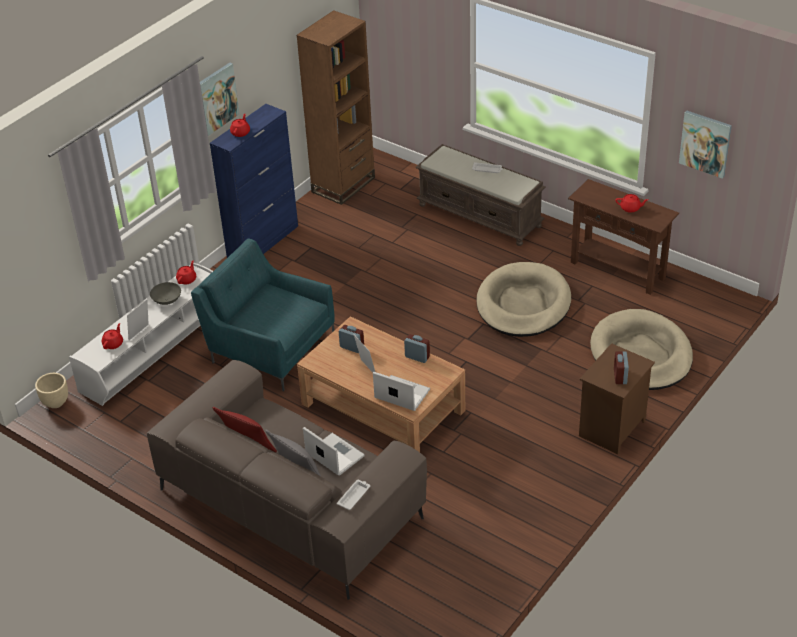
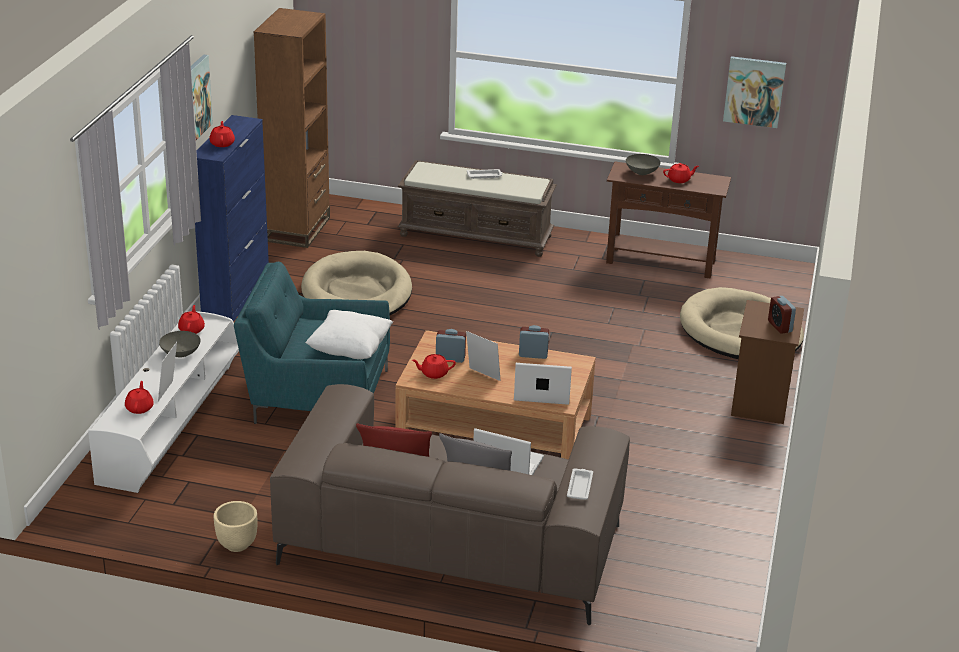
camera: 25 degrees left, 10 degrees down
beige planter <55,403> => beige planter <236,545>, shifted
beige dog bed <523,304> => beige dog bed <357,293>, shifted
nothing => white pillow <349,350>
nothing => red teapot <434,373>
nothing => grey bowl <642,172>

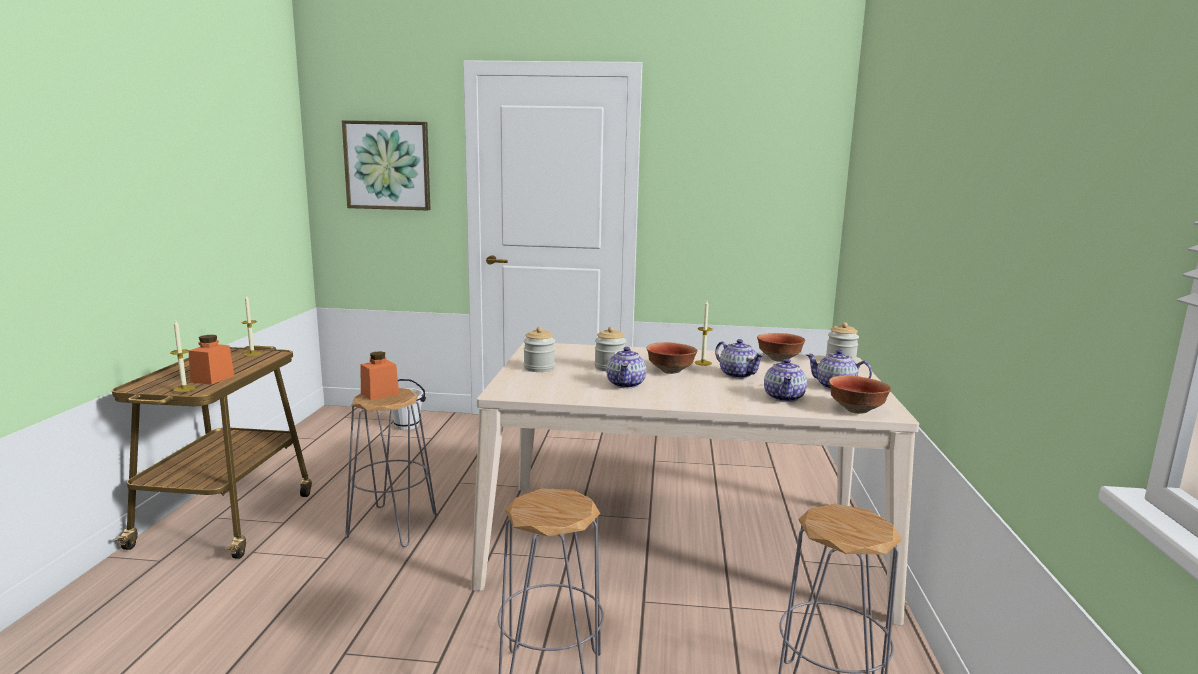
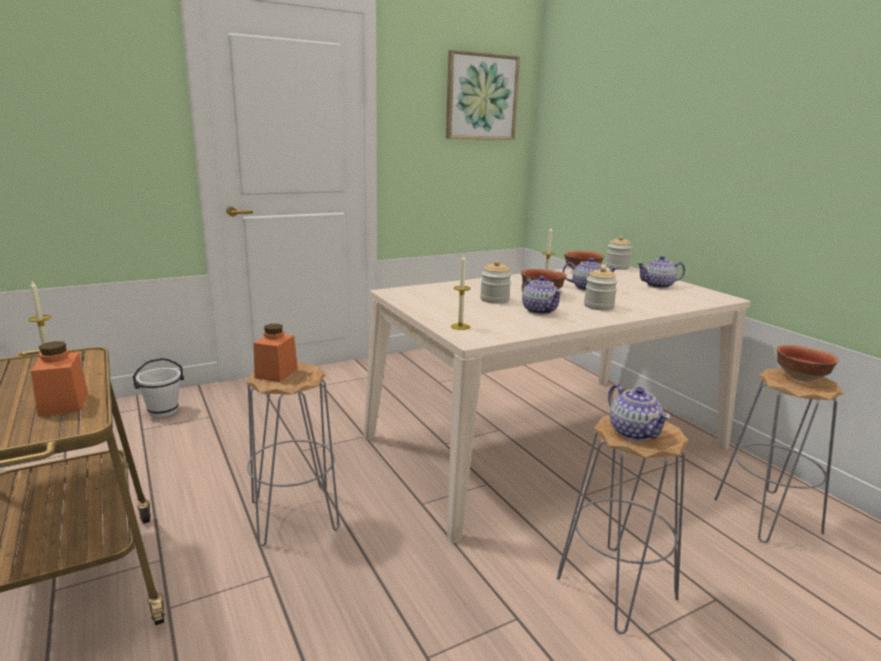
camera: 35 degrees left, 5 degrees up
candle <184,389> => candle <460,326>, shifted
picture <387,165> => picture <481,97>, shifted
jar <539,368> => jar <598,306>, shifted
teapot <784,397> => teapot <633,432>, shifted
bowl <856,409> => bowl <800,377>, shifted

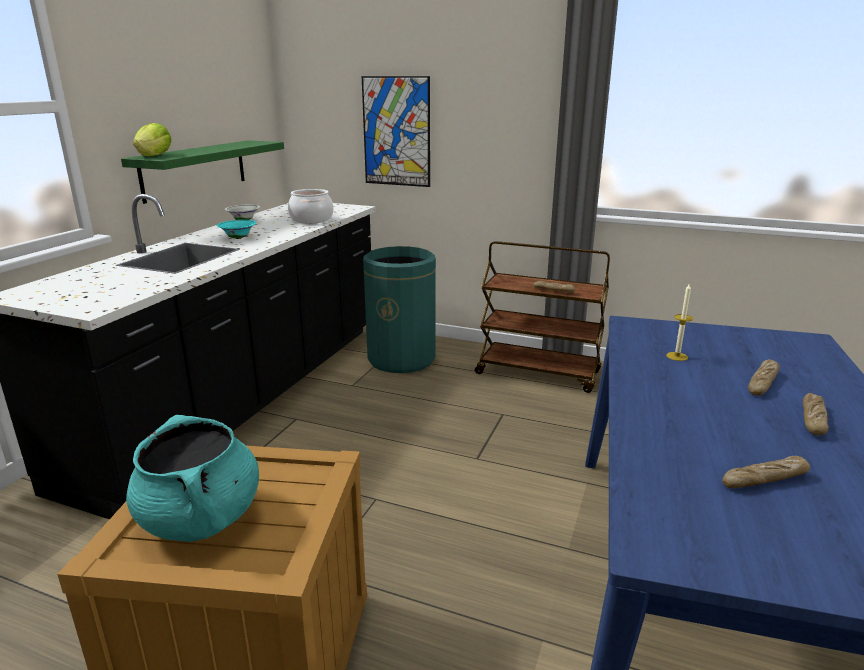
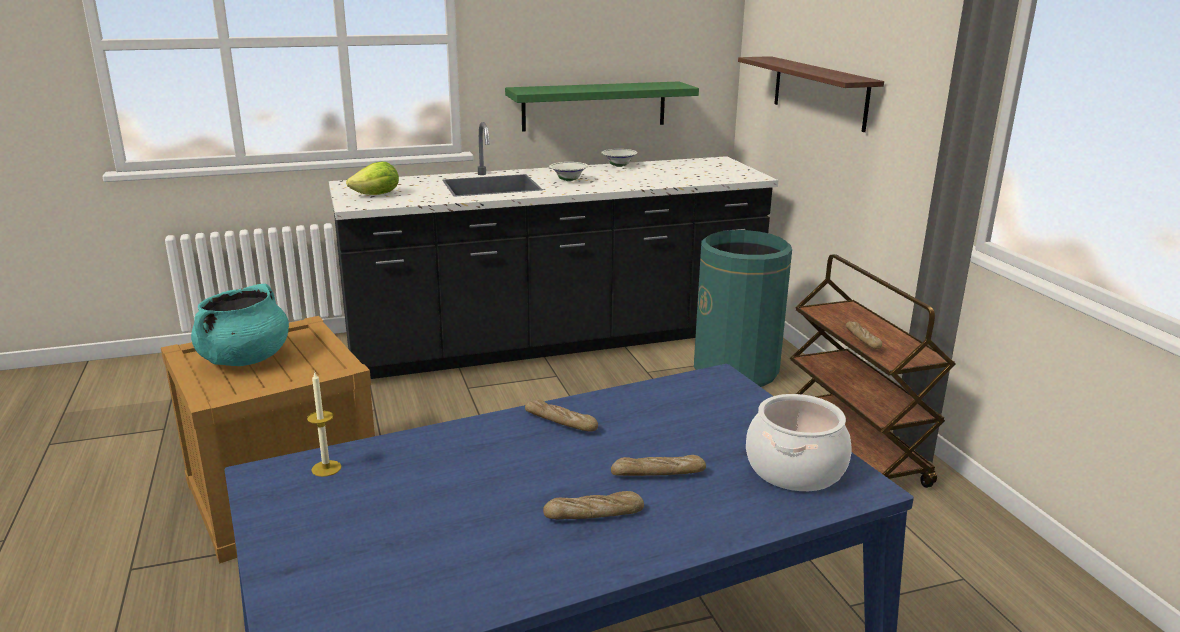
camera: 50 degrees right, 0 degrees up
lettuce <155,156> => lettuce <377,195>, shifted
turquoise bowl <238,238> => white bowl <568,180>
cooking pot <311,219> => cooking pot <795,469>, shifted
picture <396,132> => shelf <819,92>
candle <677,356> => candle <326,468>, shifted
bread <764,480> => bread <560,422>, shifted

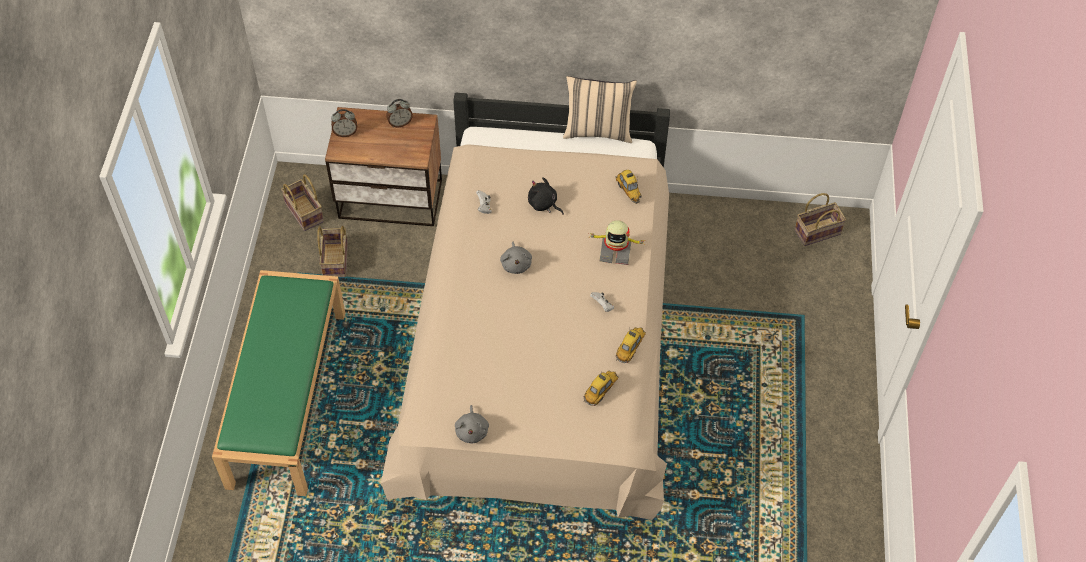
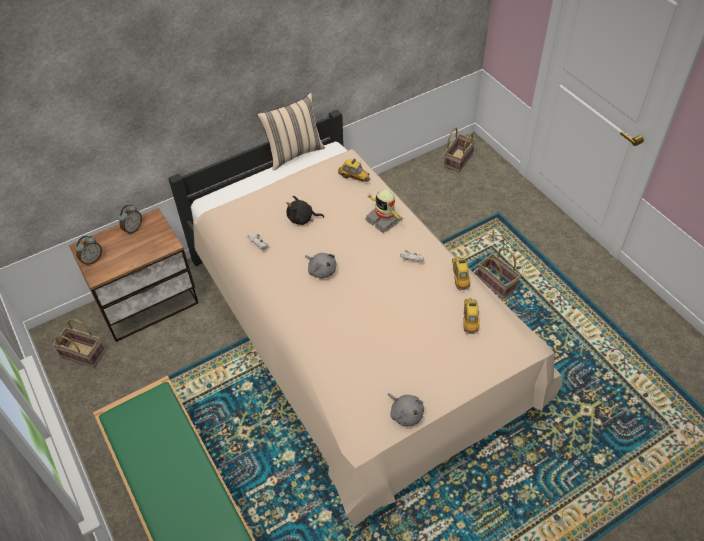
camera: 35 degrees left, 5 degrees down
basket <336,261> => basket <497,283>, shifted
toy robot <615,251> => toy robot <384,220>, 75 degrees clockwise

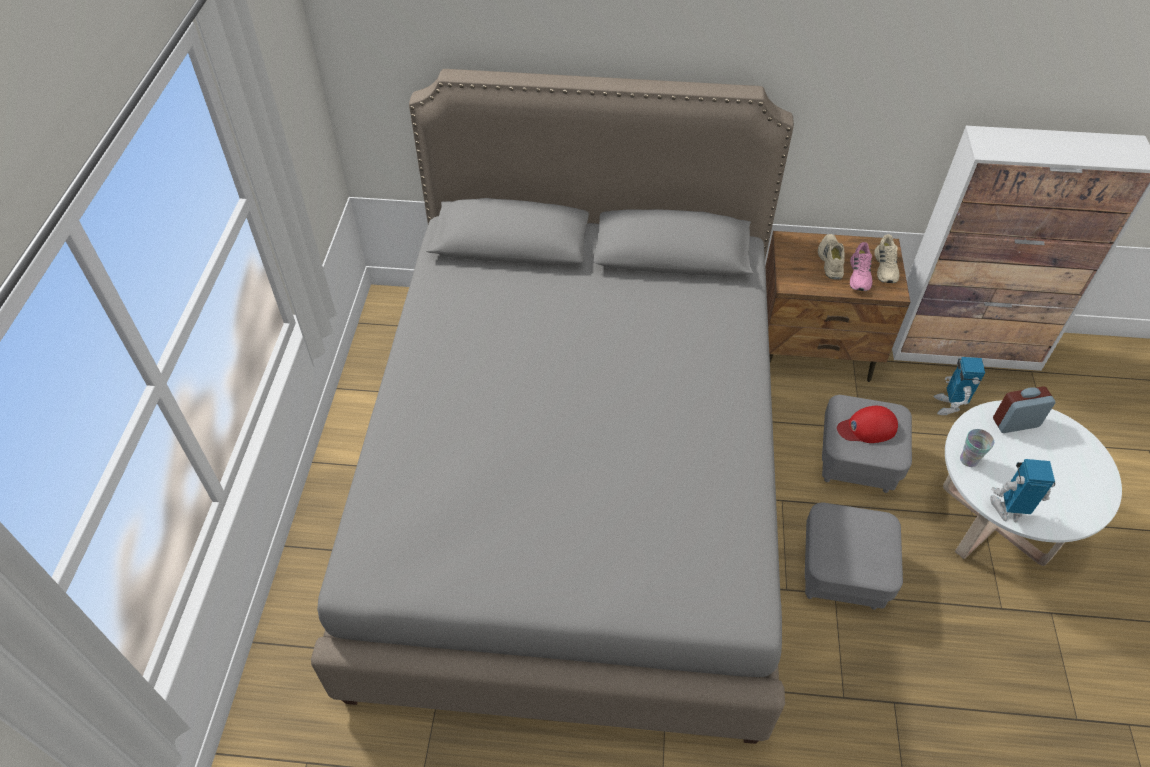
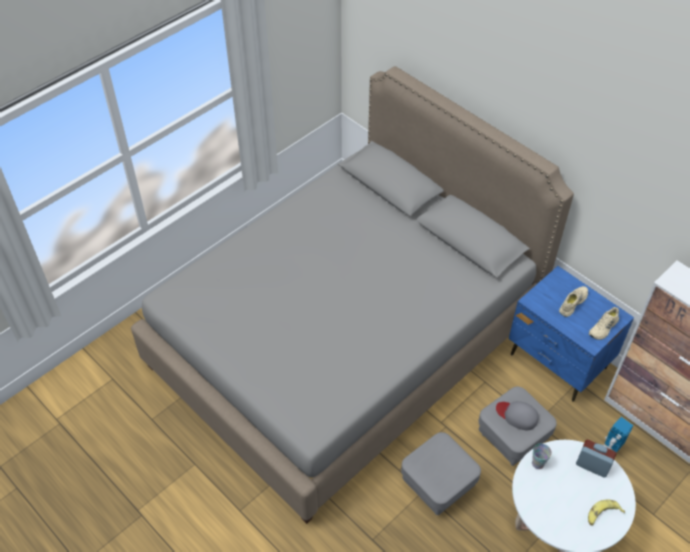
camera: 40 degrees right, 0 degrees up
brown nightstand <815,350> => blue nightstand <558,362>
red cap <867,428> => grey cap <517,415>
pink shoe <860,275> => nothing
toy robot <1008,511> => nothing
nothing => banana <602,515>

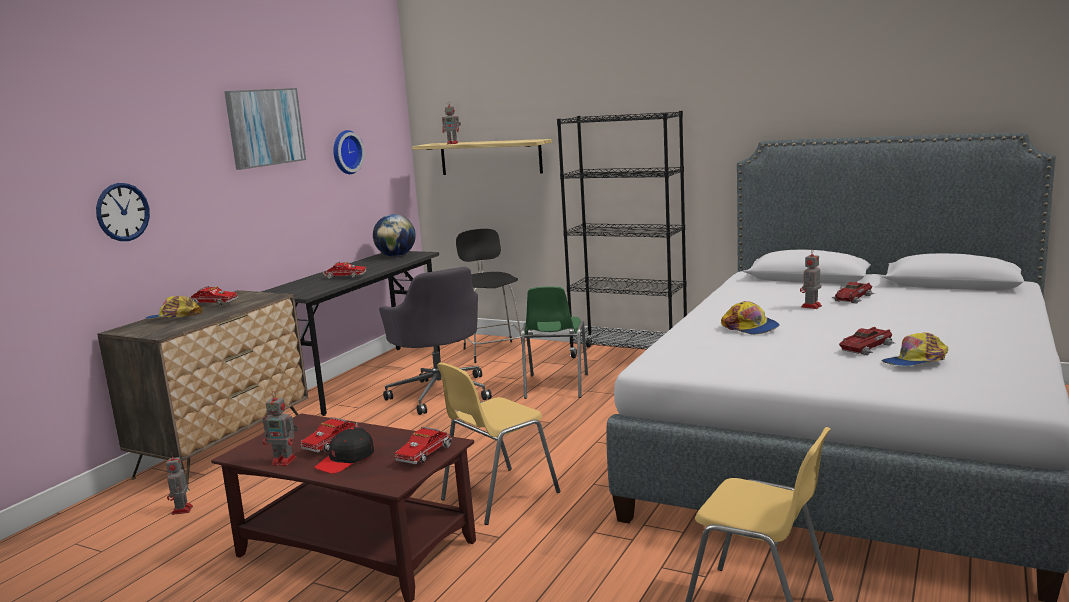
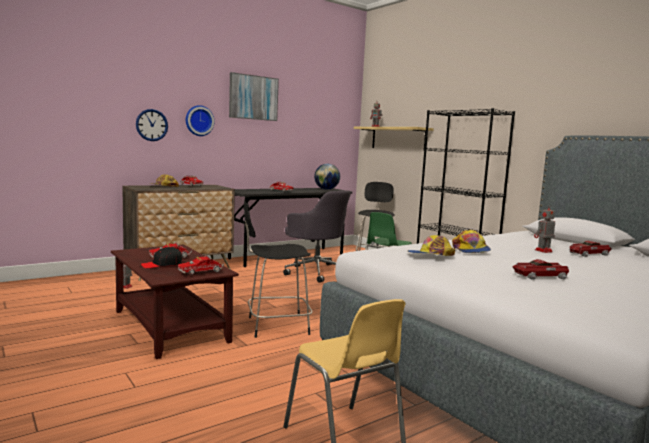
camera: 25 degrees right, 5 degrees down
toy robot <285,461> => nothing
wall clock <345,152> => wall clock <199,120>, shifted
grey office chair <440,393> => grey office chair <316,272>, 45 degrees counterclockwise
yellow chair <498,496> => black stool <275,326>
cap <915,362> => cap <431,255>, shifted

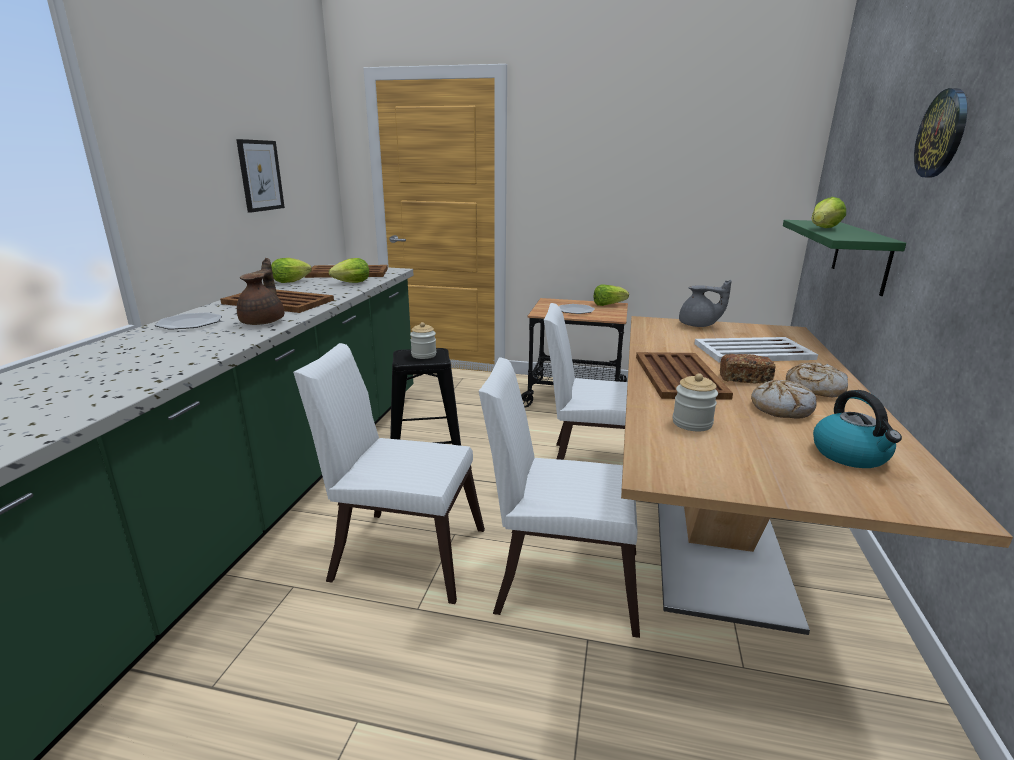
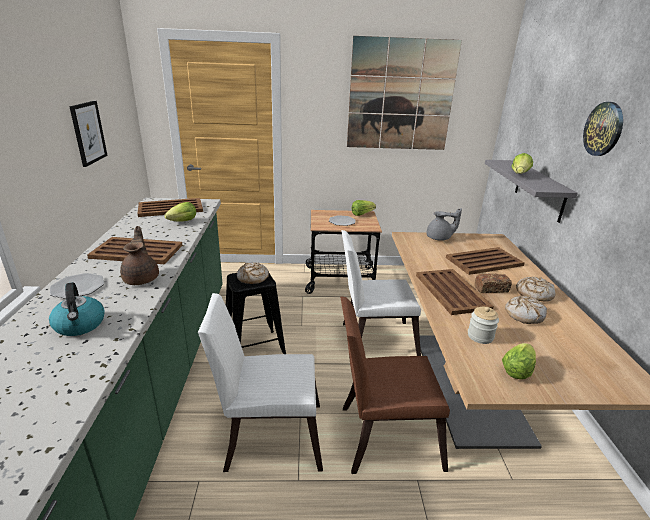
camera: 15 degrees left, 5 degrees up
lettuce <293,281> => lettuce <517,369>, shifted
jar <424,355> => bread <252,278>
white chair <558,578> => brown chair <382,436>
white tray <754,351> => brown tray <484,261>
green shelf <861,255> => grey shelf <539,190>
kettle <851,455> => kettle <80,325>, shifted
nothing => picture <401,96>

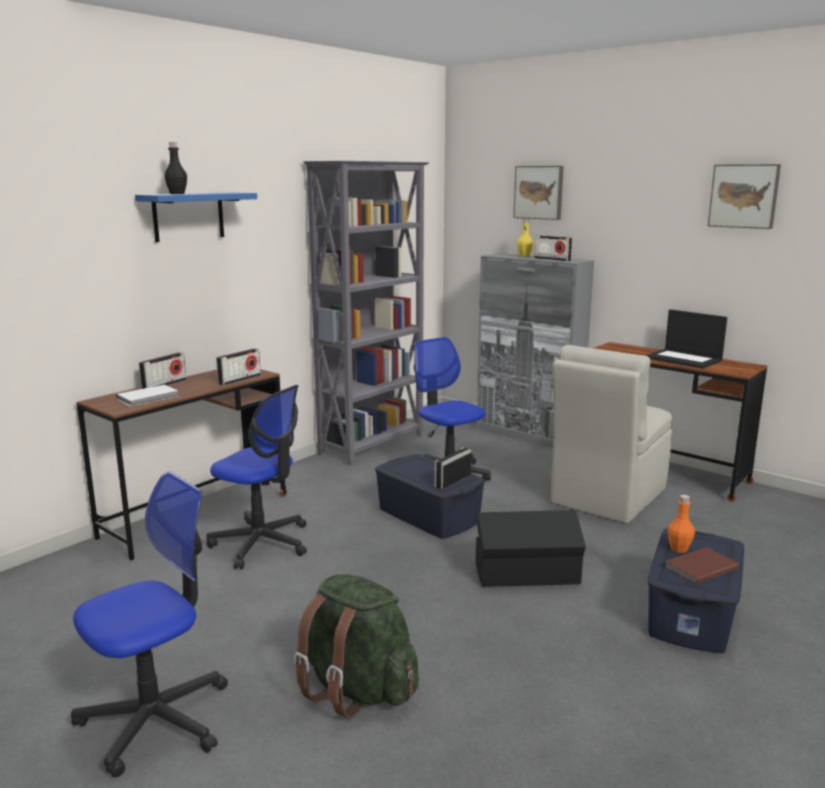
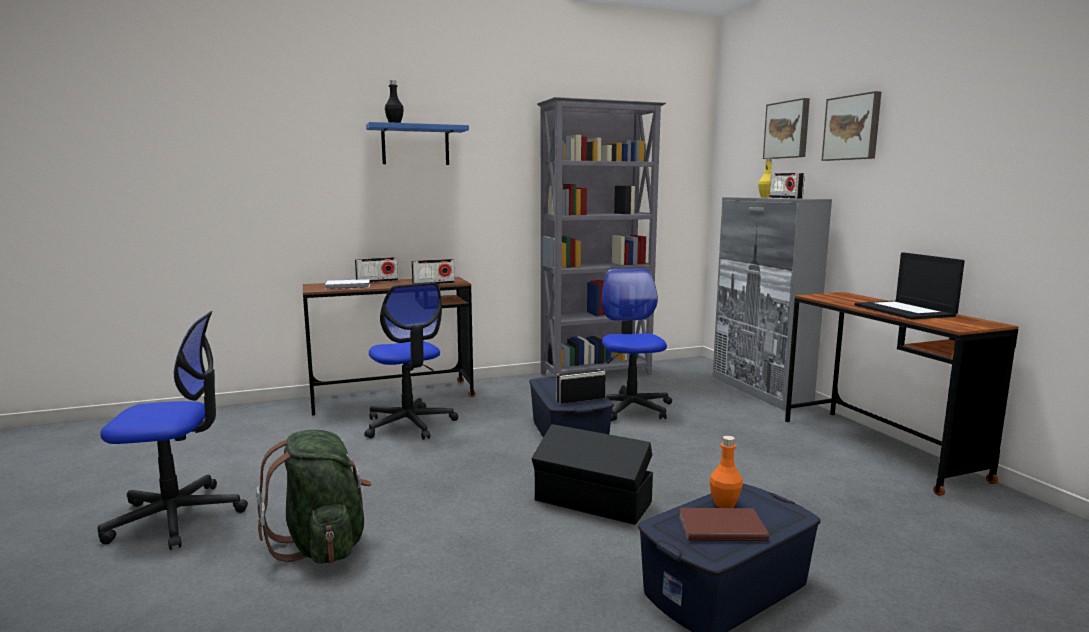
camera: 30 degrees right, 5 degrees down
beige chair <606,497> => nothing
picture <744,196> => picture <852,127>, shifted

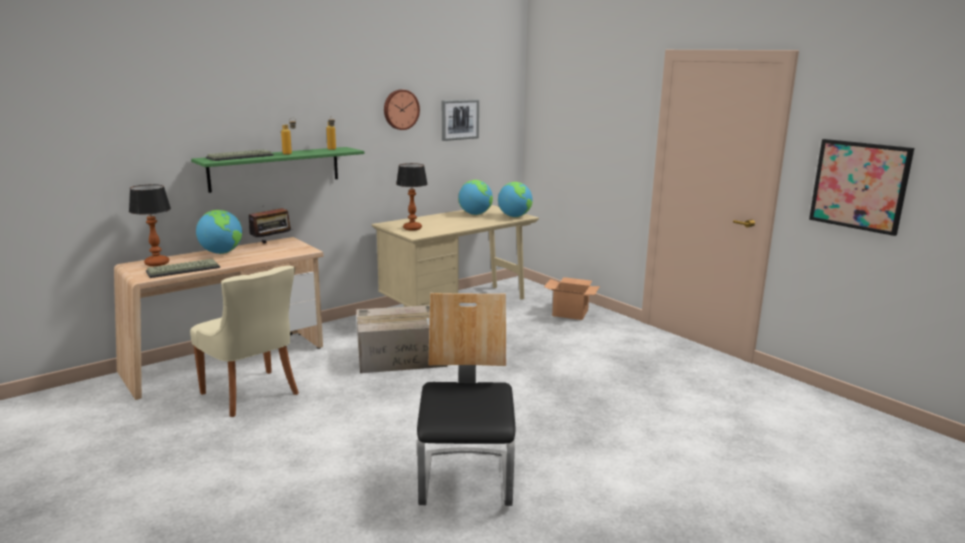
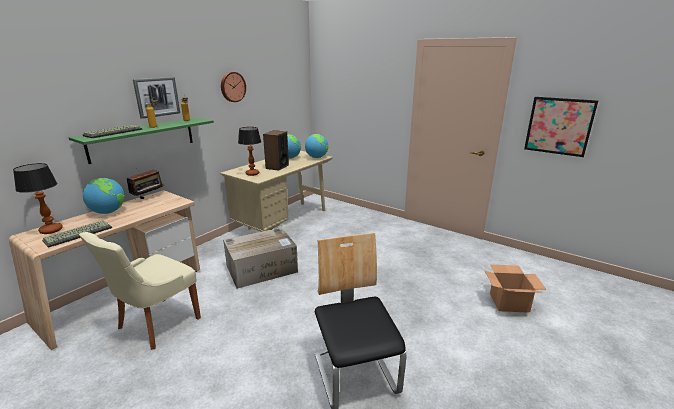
camera: 15 degrees left, 5 degrees up
beige chair <252,394> => beige chair <156,324>, 90 degrees clockwise
picture <459,119> => picture <157,97>, shifted
cardboard box <569,313> => cardboard box <508,303>, shifted
nothing => speaker <277,167>

